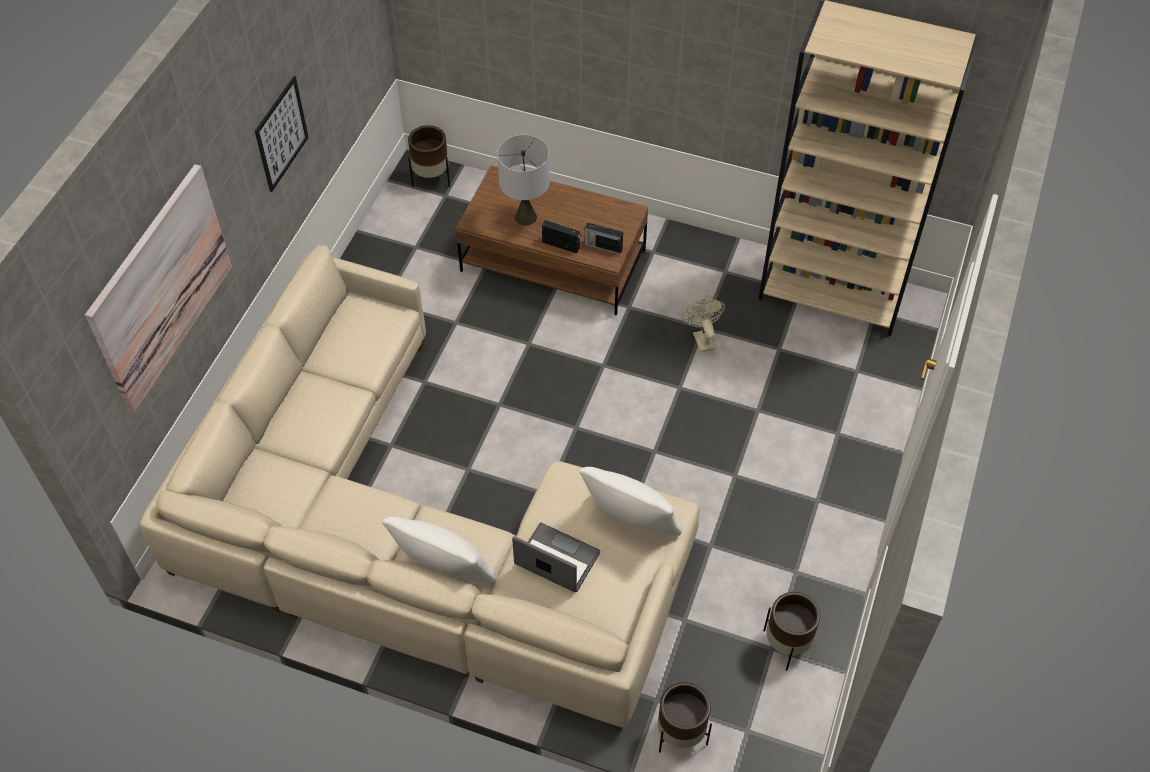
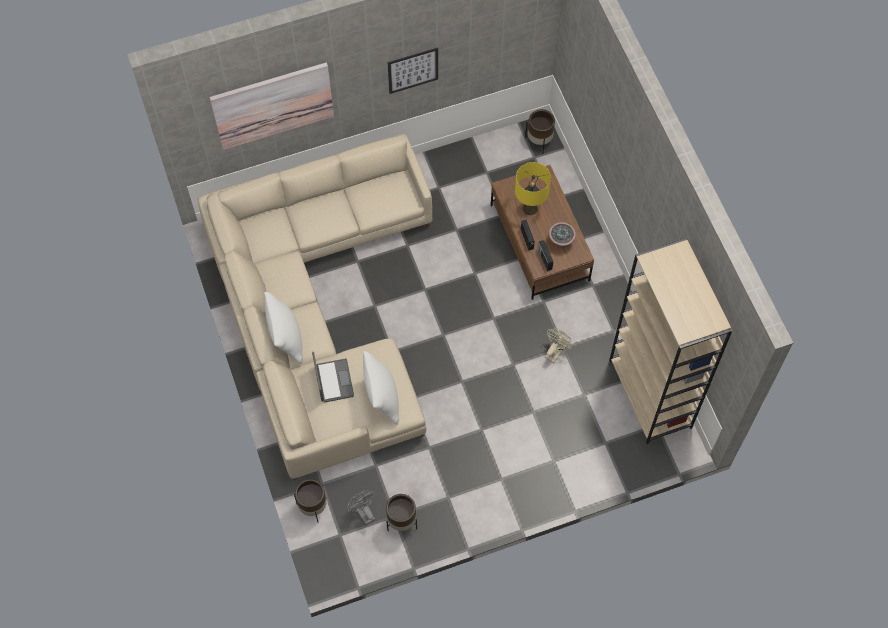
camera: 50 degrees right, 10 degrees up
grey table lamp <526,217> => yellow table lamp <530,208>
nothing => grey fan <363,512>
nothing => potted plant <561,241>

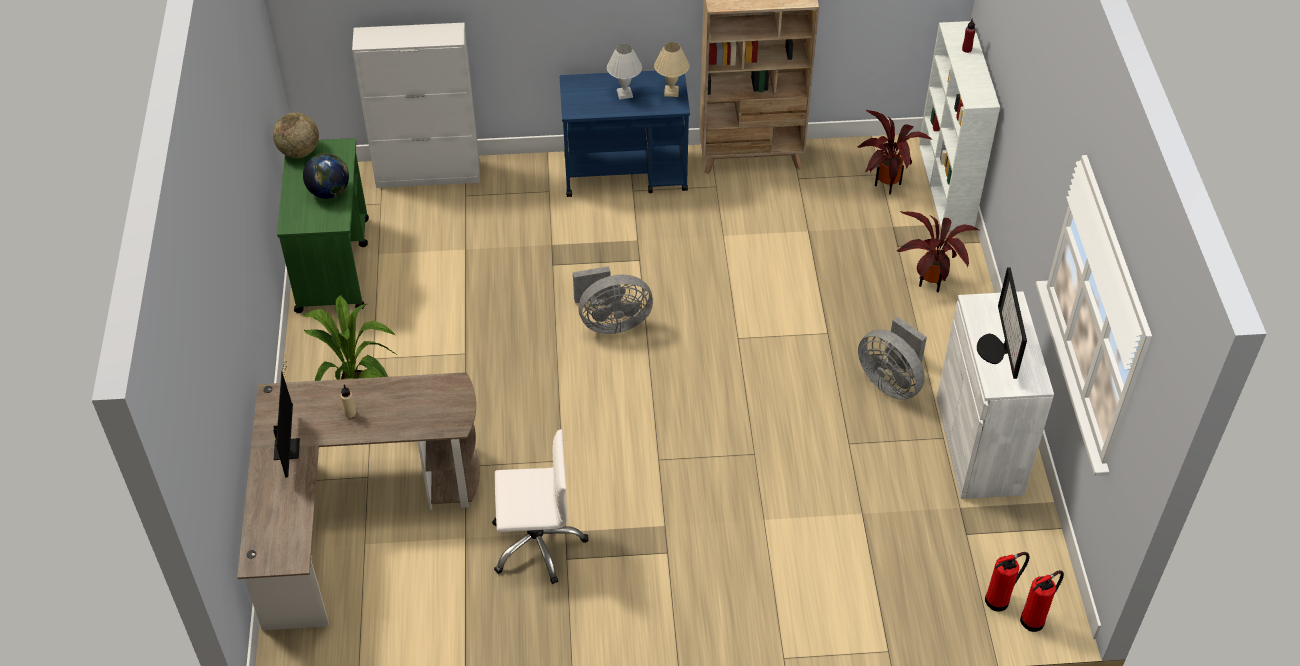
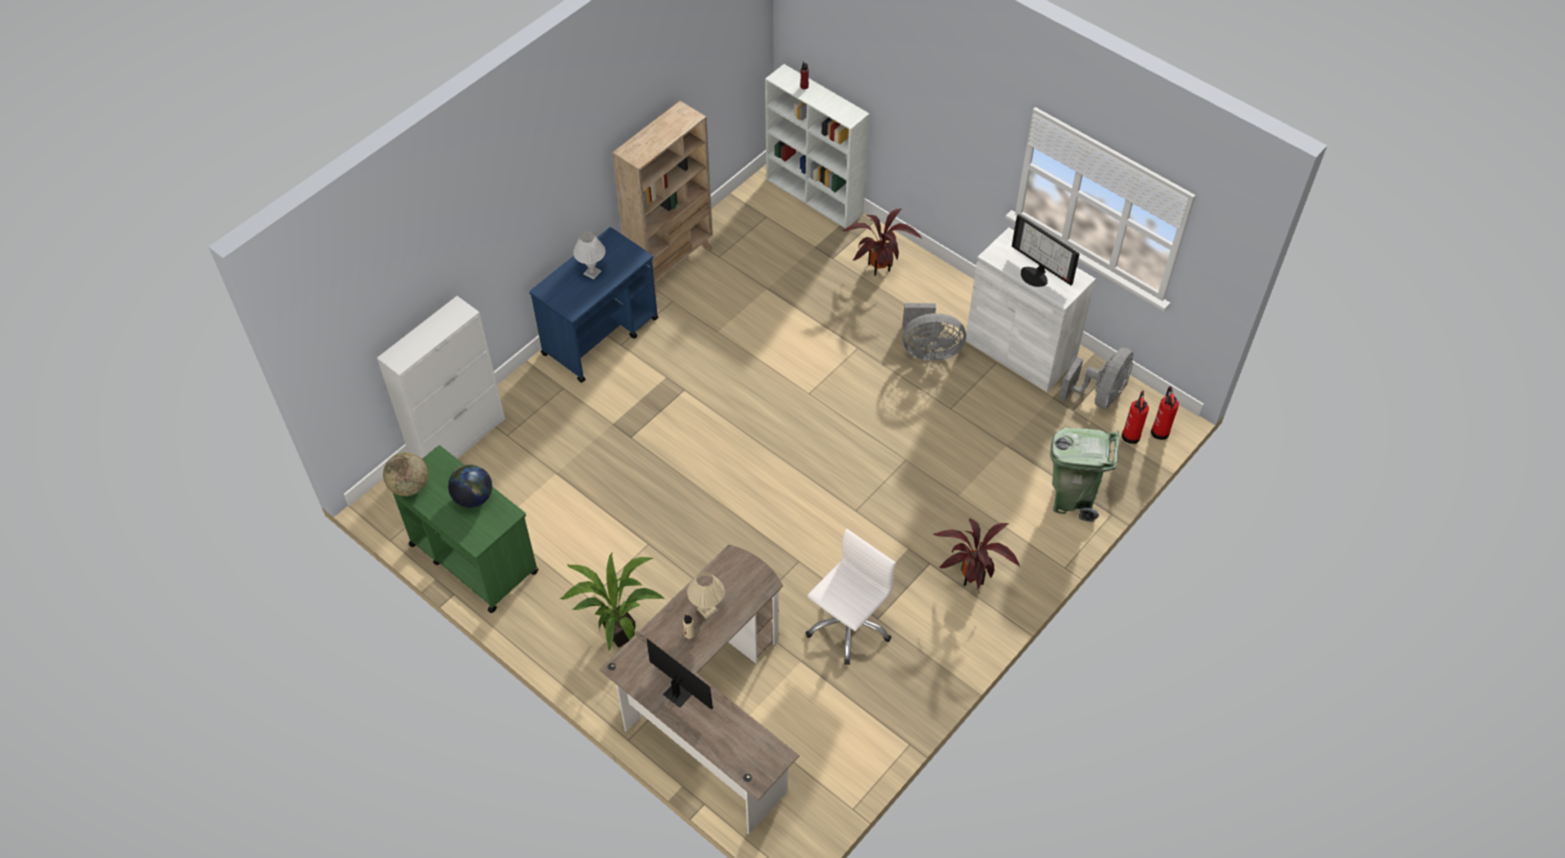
camera: 45 degrees left, 5 degrees up
grey fan <611,322> => grey fan <1099,396>, shifted
beige table lamp <671,92> => beige table lamp <707,610>, shifted
potted plant <885,185> => potted plant <971,579>, shifted
nothing => green trash can <1072,499>

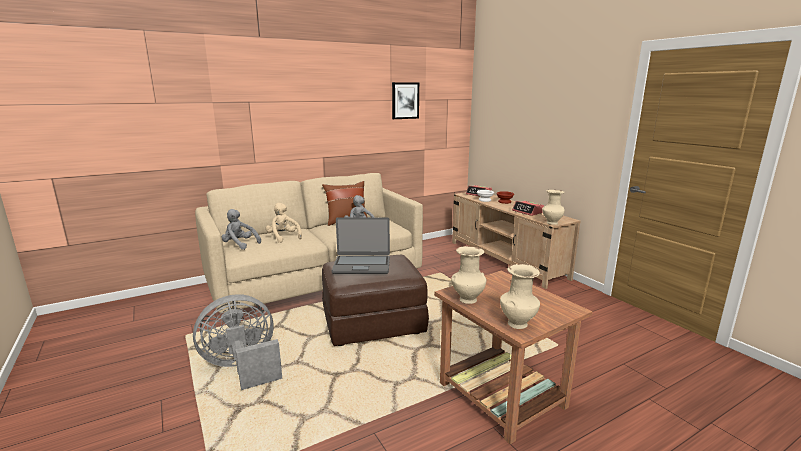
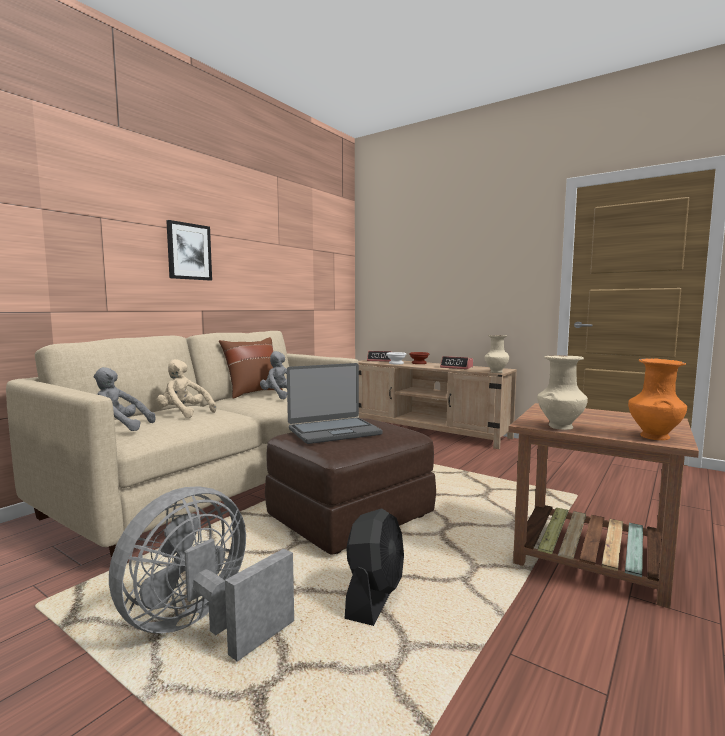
camera: 25 degrees left, 10 degrees down
picture <405,100> => picture <189,251>, shifted
beige vase <517,323> => orange vase <653,436>
nothing => black fan <374,596>

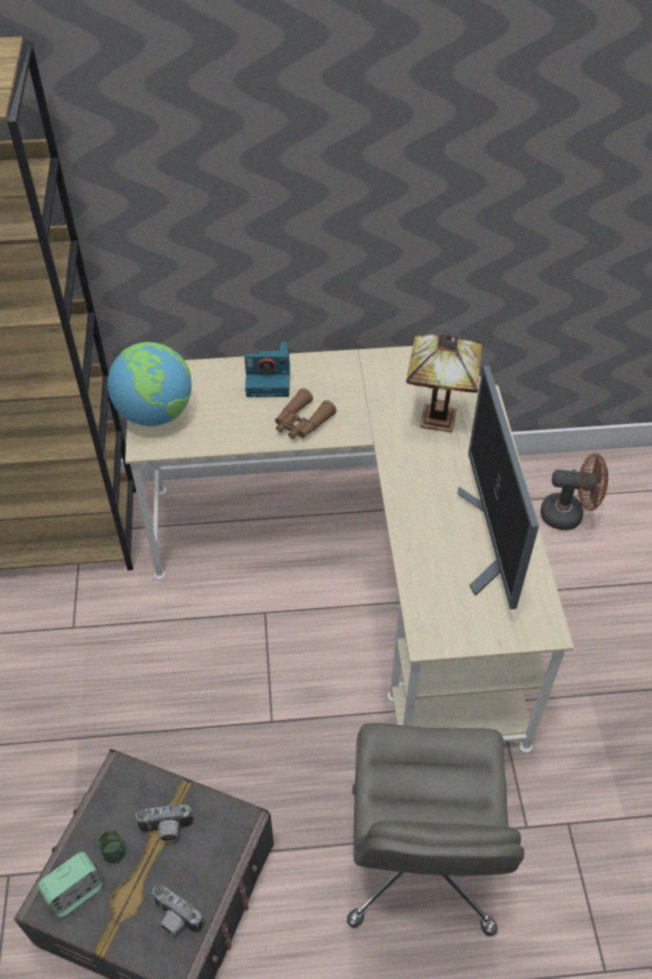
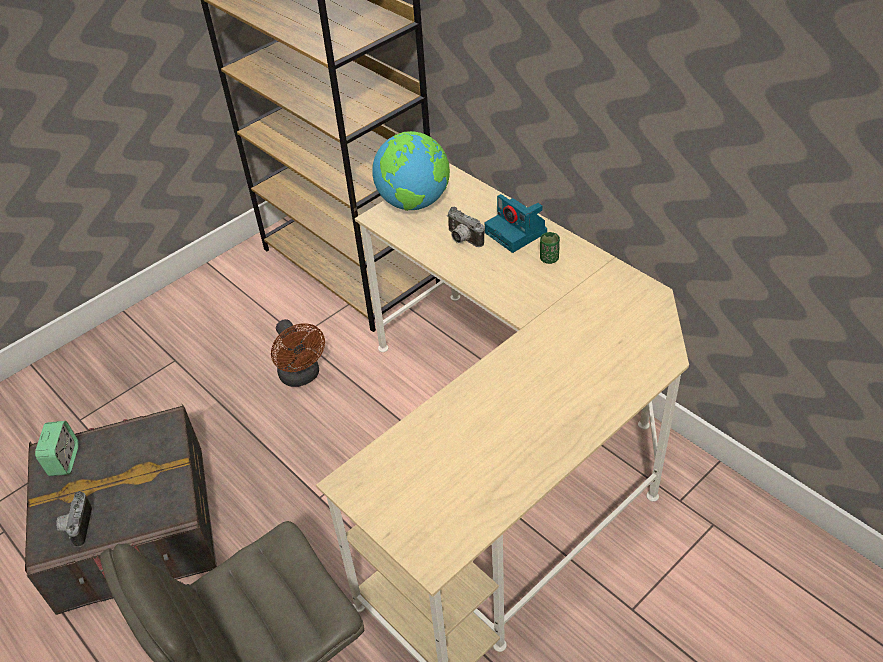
camera: 55 degrees right, 5 degrees down
alarm clock <75,893> => alarm clock <64,460>, 105 degrees counterclockwise
green cup <114,853> => green cup <549,259>, shifted
photo camera <166,830> => photo camera <462,239>, shifted
brown binoculars <301,422> => nothing
table lamp <436,416> => nothing
monitor <494,542> => nothing
brown fan <568,515> => brown fan <302,376>, shifted

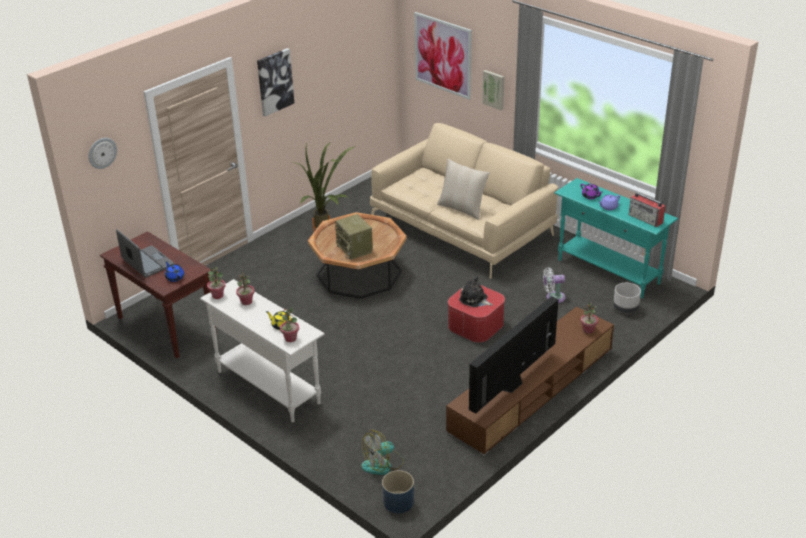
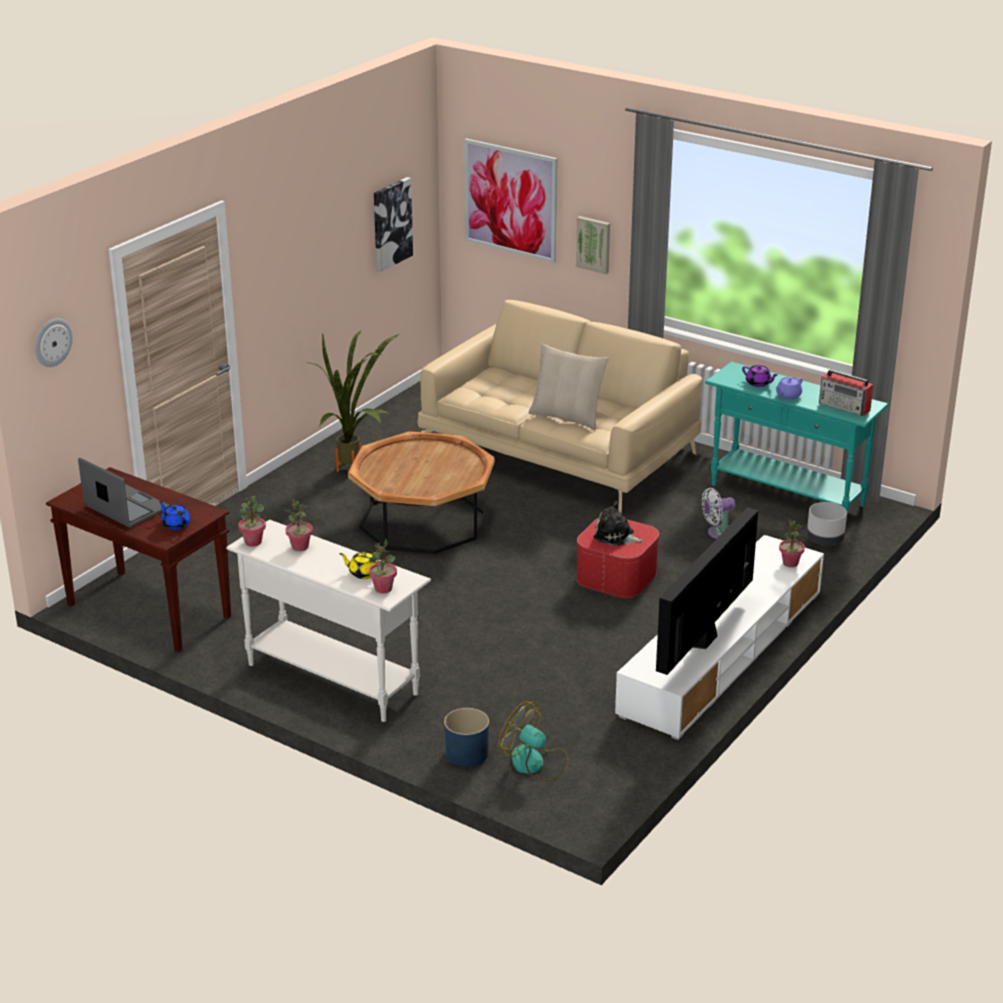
camera: 10 degrees left, 5 degrees down
picture <274,81> => picture <391,224>, shifted
radio <355,249> => nothing
fan <383,464> => fan <535,764>, 75 degrees clockwise
blue planter <398,502> => blue planter <466,753>, shifted
brown tv stand <531,390> => white tv stand <722,652>

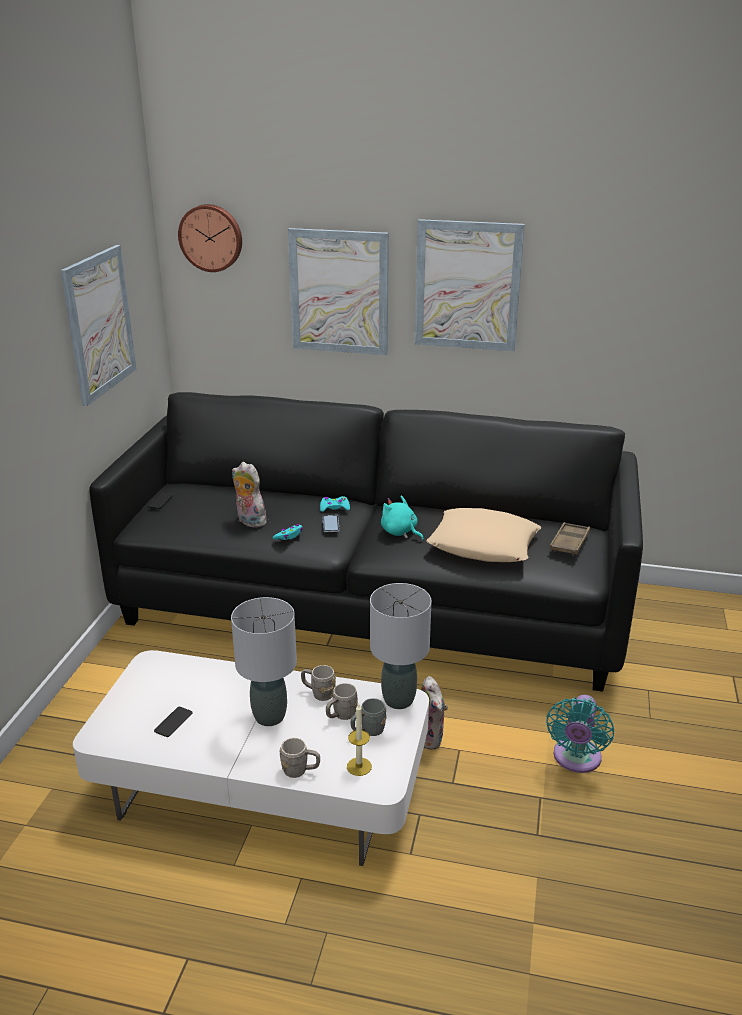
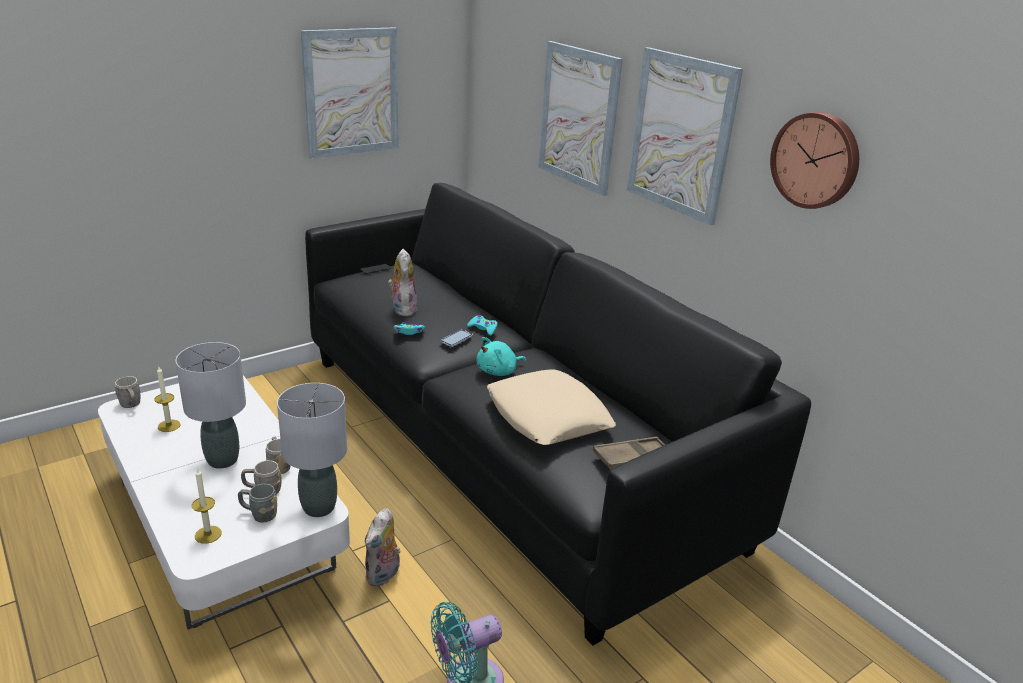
camera: 40 degrees right, 0 degrees up
phone <173,722> => candle <169,426>
wall clock <211,237> => wall clock <816,160>, shifted
grey mug <300,771> => grey mug <131,405>, shifted
turquoise plush toy <400,532> => turquoise plush toy <498,371>, 120 degrees counterclockwise

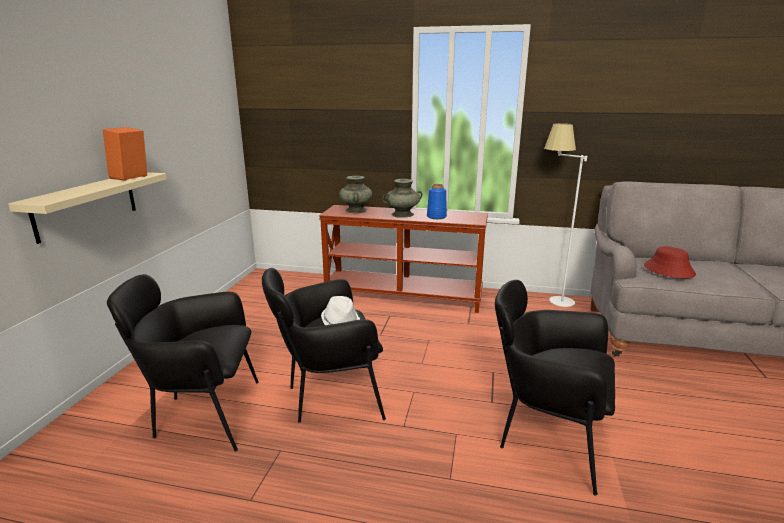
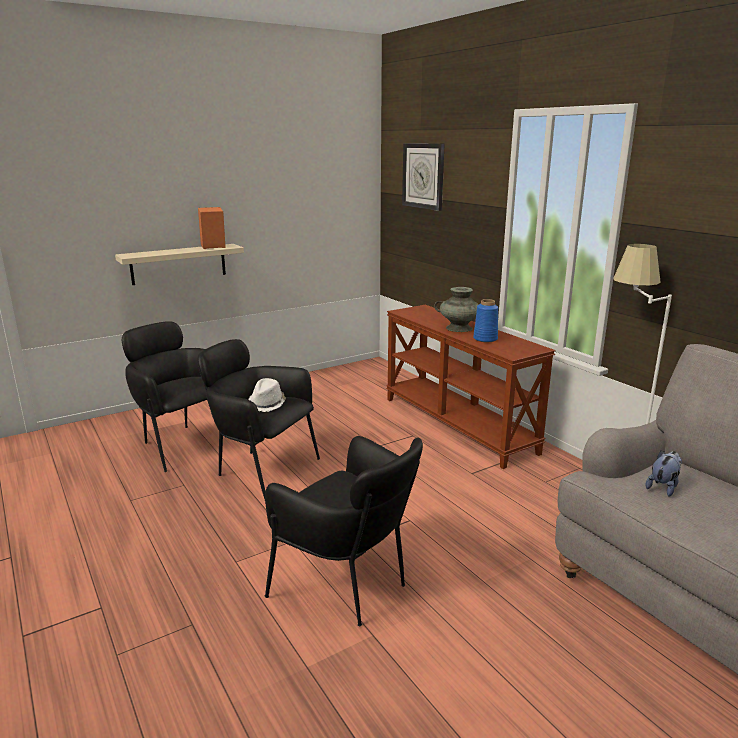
camera: 45 degrees right, 0 degrees up
turquoise vase <356,210> => nothing
black armchair <545,437> => black armchair <349,586>, 150 degrees clockwise
red hat <668,270> => plush toy <663,487>
nothing => wall clock <423,176>

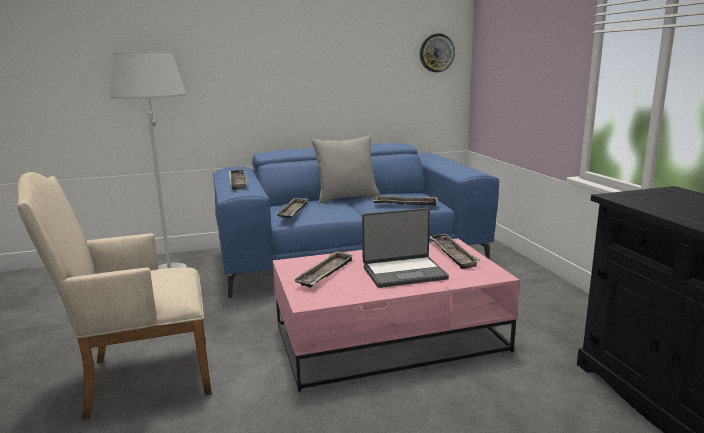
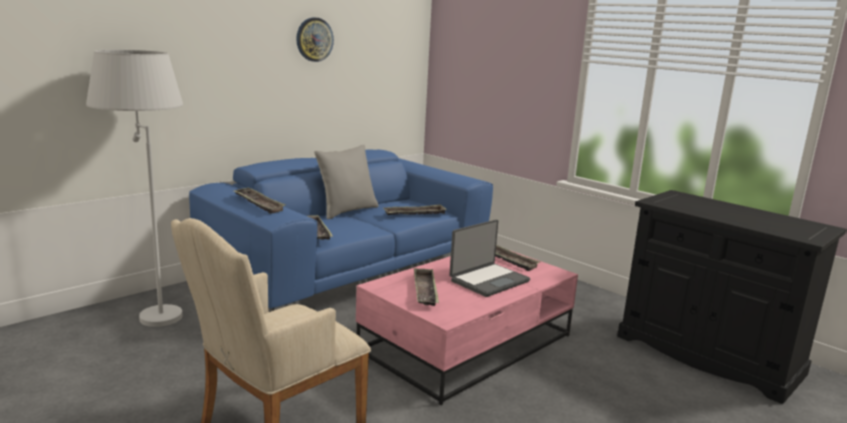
camera: 30 degrees left, 0 degrees up
wall clock <436,53> => wall clock <314,39>, shifted

